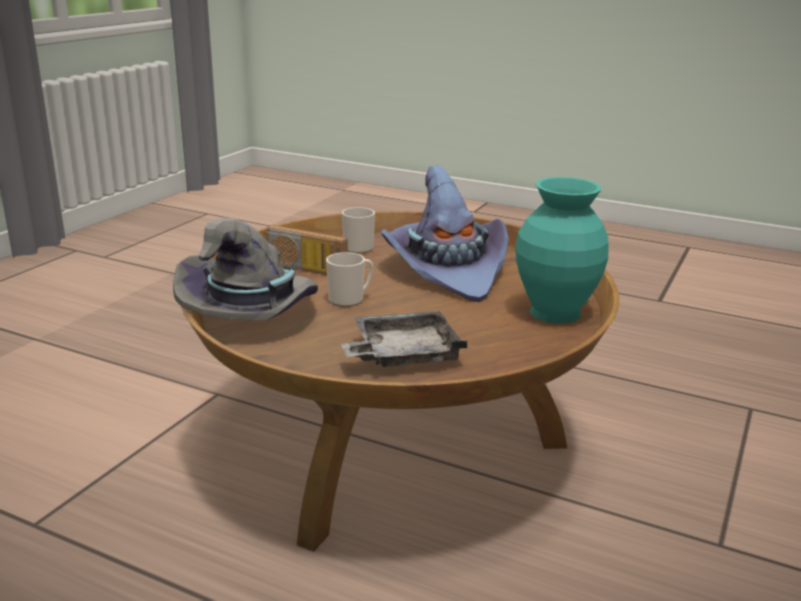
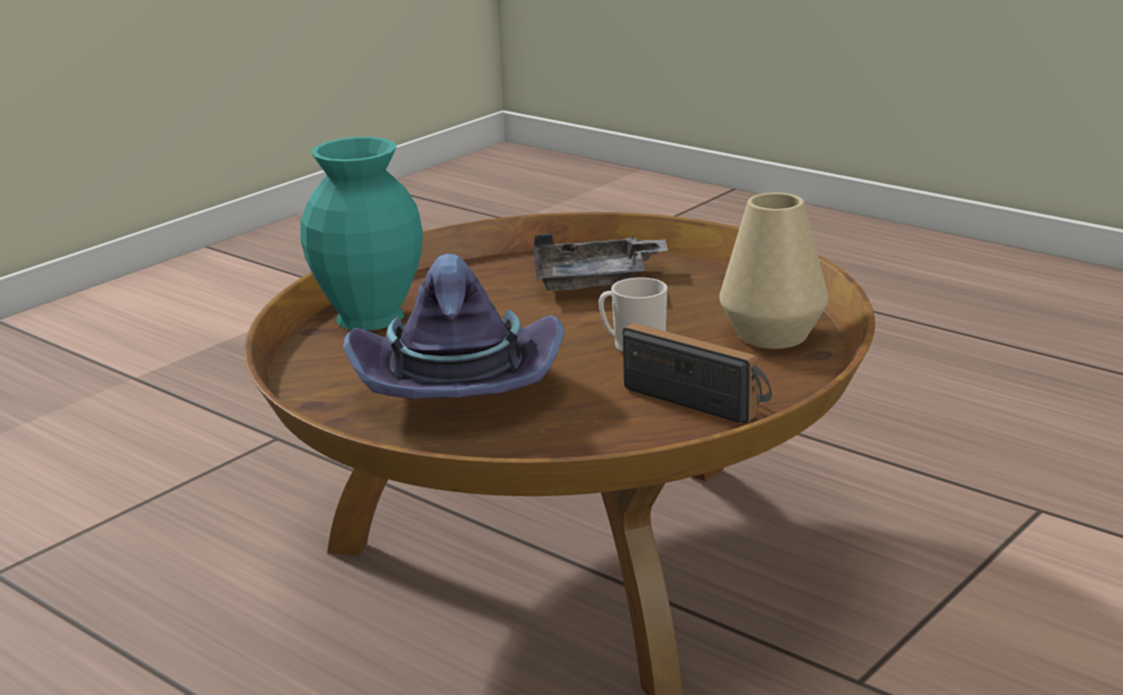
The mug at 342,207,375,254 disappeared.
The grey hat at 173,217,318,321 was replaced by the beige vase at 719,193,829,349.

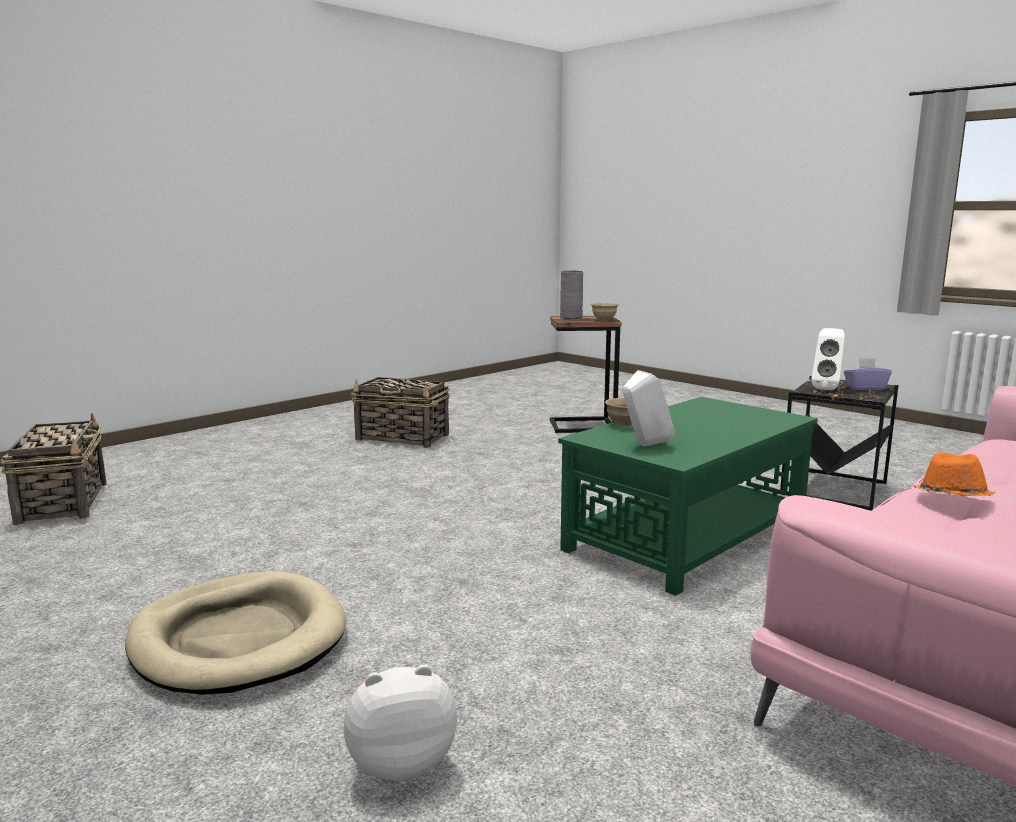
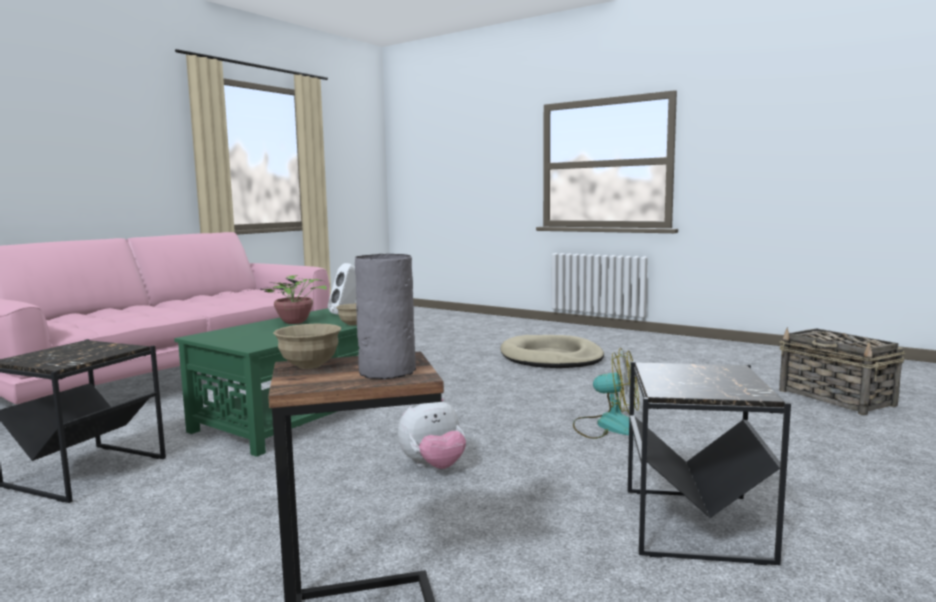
The white speaker at 811,328,845,390 disappeared.
The purple tissue box at 844,358,892,390 disappeared.
The orange hat at 913,452,995,496 disappeared.
The potted plant at 227,275,327,324 appeared.
The fan at 573,348,639,439 appeared.
The plush toy moved from 344,665,457,783 to 398,396,466,469.
The basket at 351,377,450,448 was replaced by the black side table at 628,361,791,565.

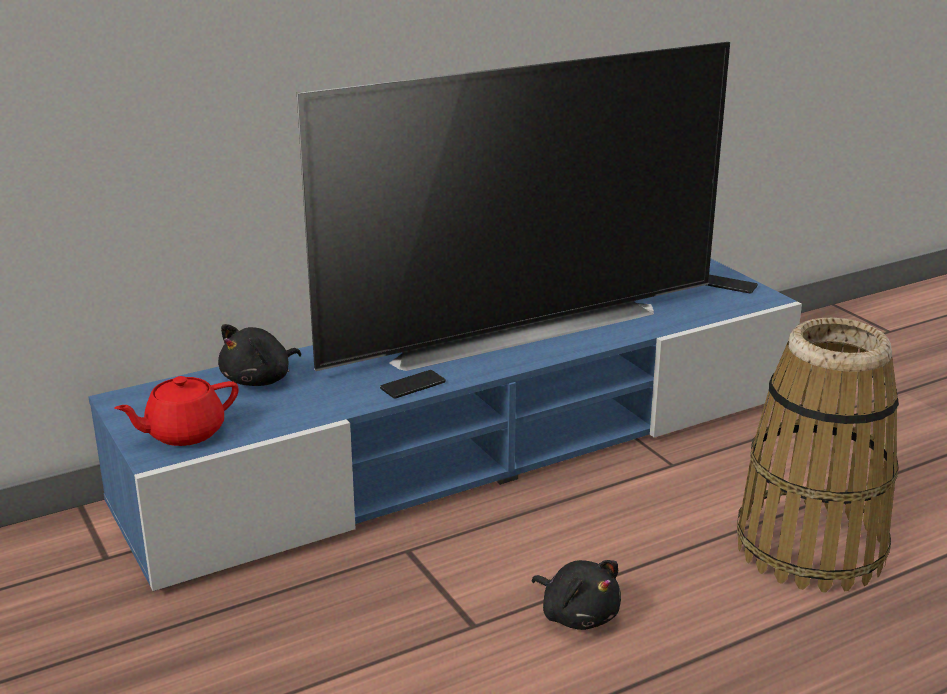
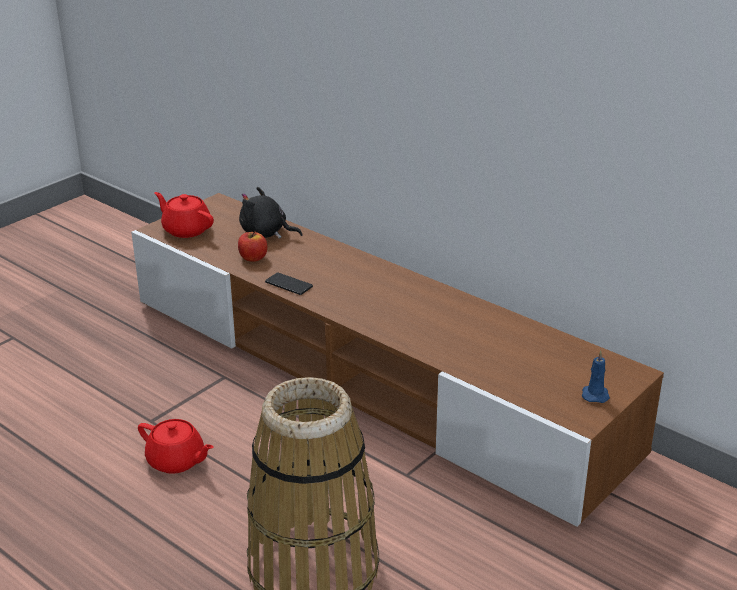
The television at 297,42,730,371 disappeared.
The apple at 238,231,267,262 appeared.
The black plush toy at 532,560,621,630 was replaced by the red teapot at 138,419,214,474.
The phone at 707,275,758,293 was replaced by the blue candle at 582,351,610,403.
The blue tv stand at 88,259,802,591 became the brown tv stand at 131,193,664,527.

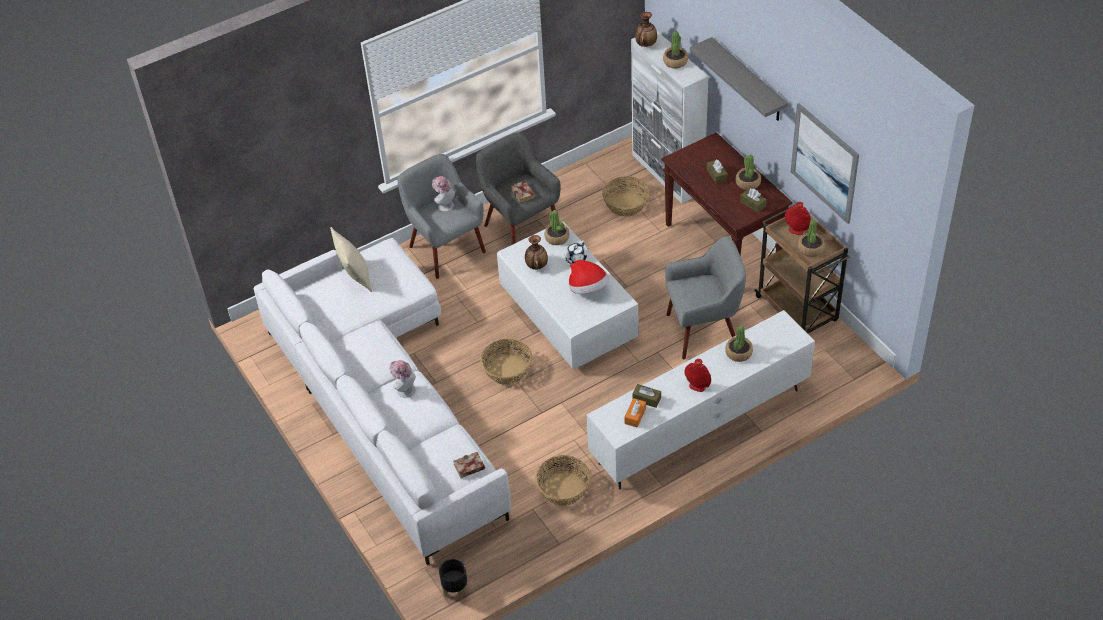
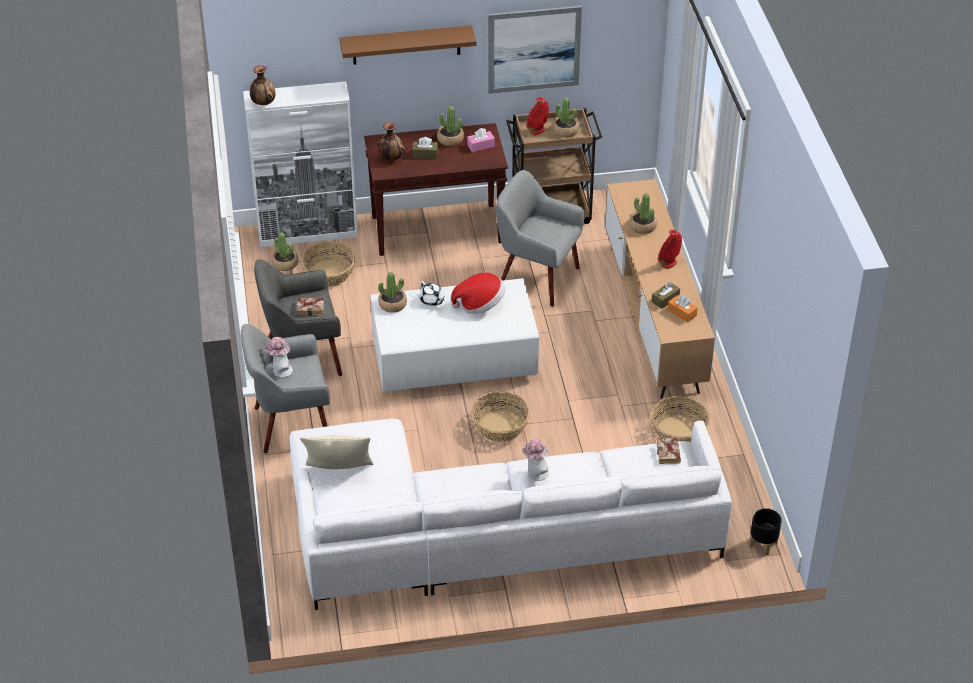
The vase moved from 525,235,548,270 to 377,122,405,160.
The potted plant moved from 663,31,688,68 to 272,232,298,271.
The white tv stand at 587,310,815,489 became the brown tv stand at 605,179,715,398.
The grey shelf at 690,37,788,121 became the brown shelf at 340,25,477,65.
The brown tissue box at 740,188,766,213 became the pink tissue box at 467,128,495,152.
The grey armchair at 665,236,746,359 turned 75 degrees counterclockwise.

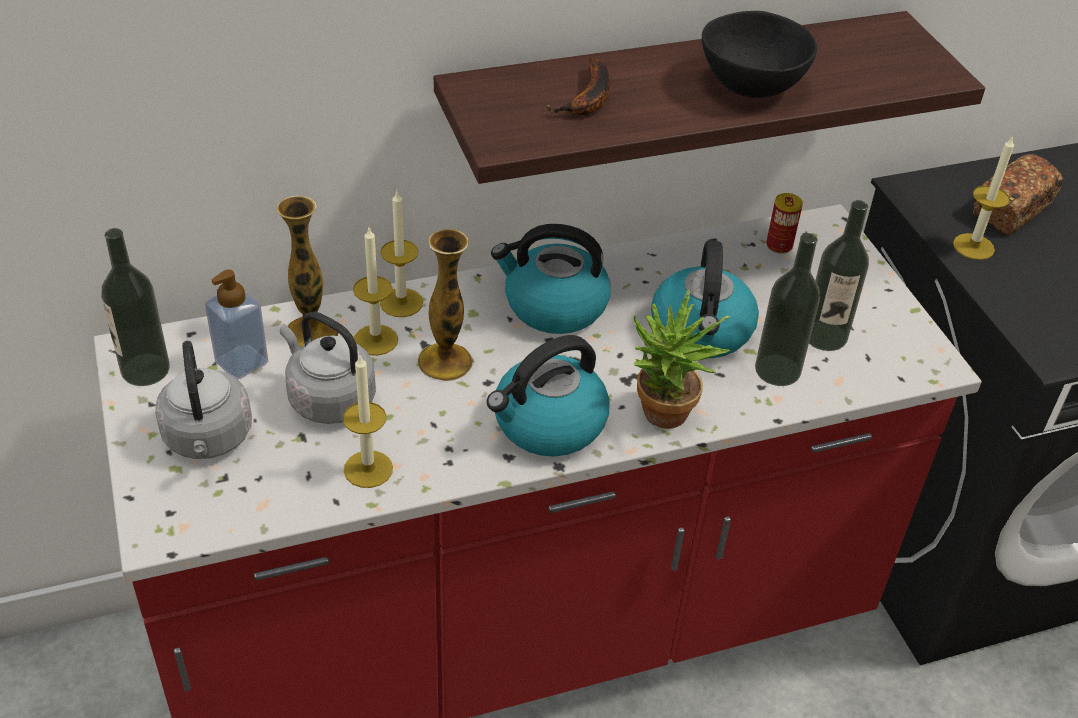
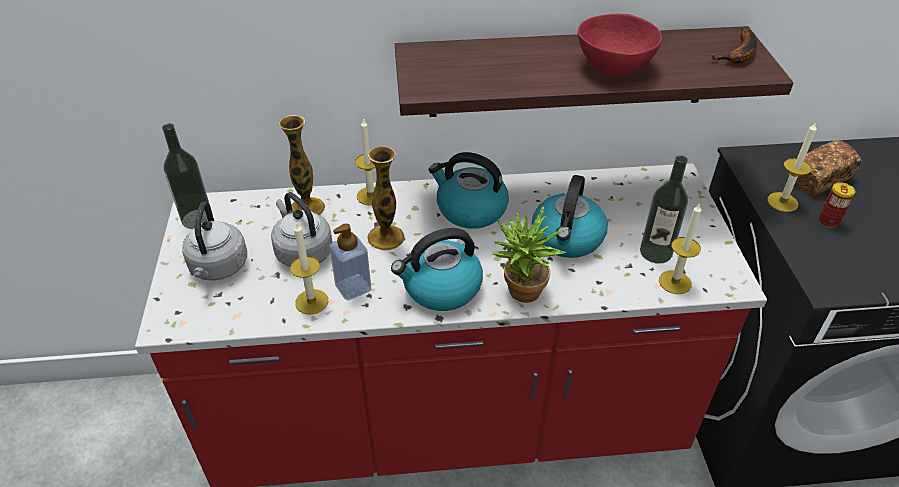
The bottle at 755,233,820,386 disappeared.
The soap dispenser moved from 205,269,268,379 to 329,223,372,301.
The candle moved from 353,228,398,356 to 659,203,701,294.
The banana moved from 546,57,611,116 to 711,27,757,64.
The can moved from 766,193,803,254 to 818,182,855,228.
The black bowl at 702,11,817,98 became the red bowl at 578,14,662,75.

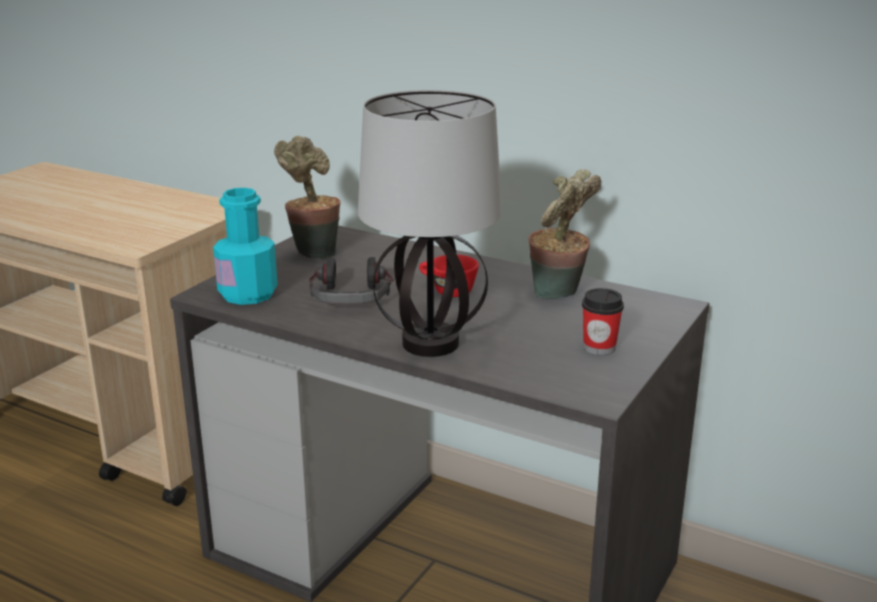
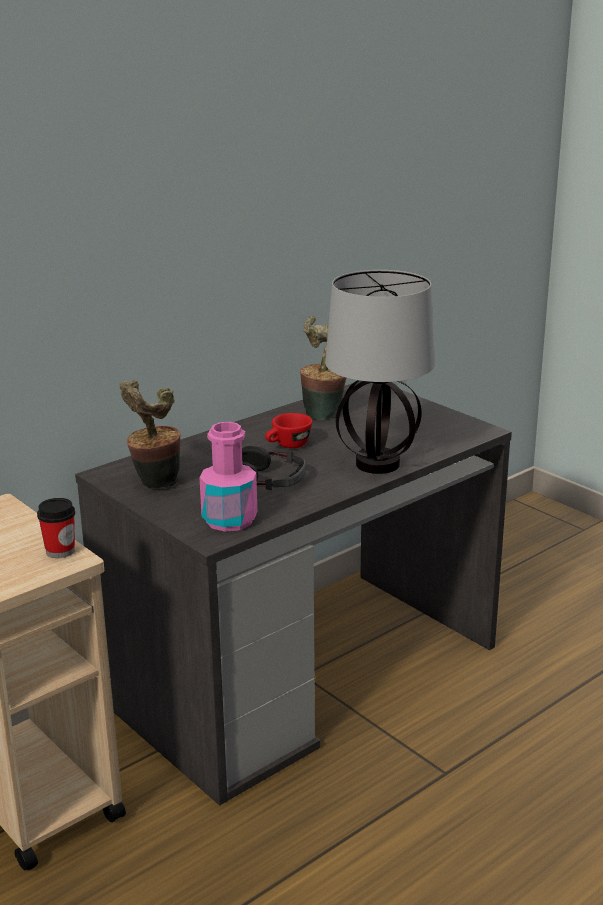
The cup moved from 582,288,624,355 to 37,498,75,558.
The turquoise bottle at 213,188,278,305 became the pink bottle at 199,422,257,532.

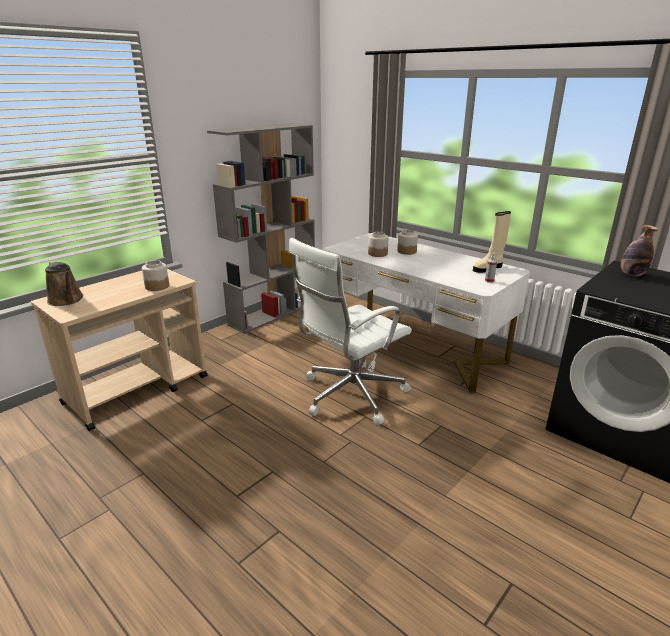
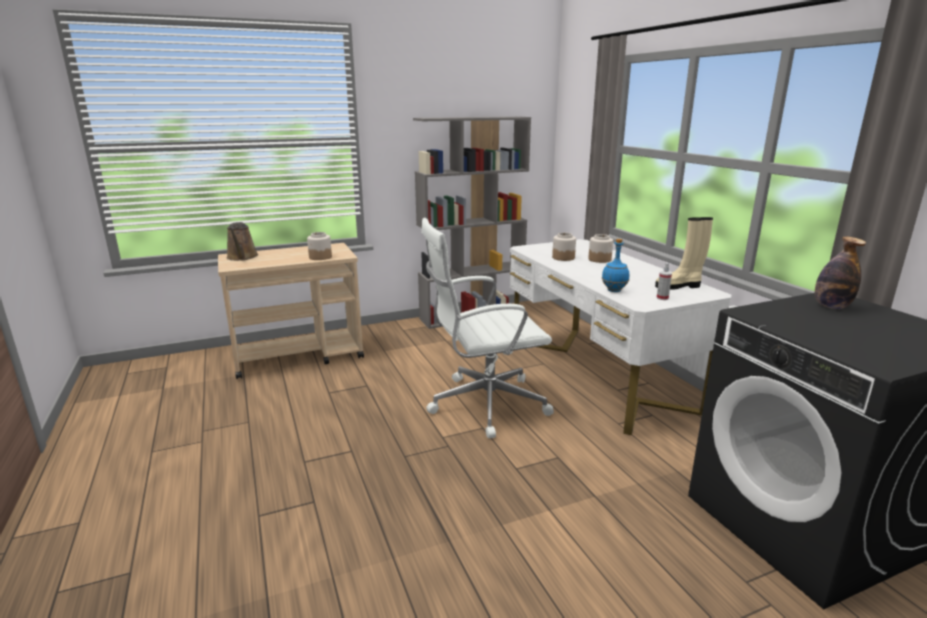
The blue bottle at 602,239,629,292 appeared.

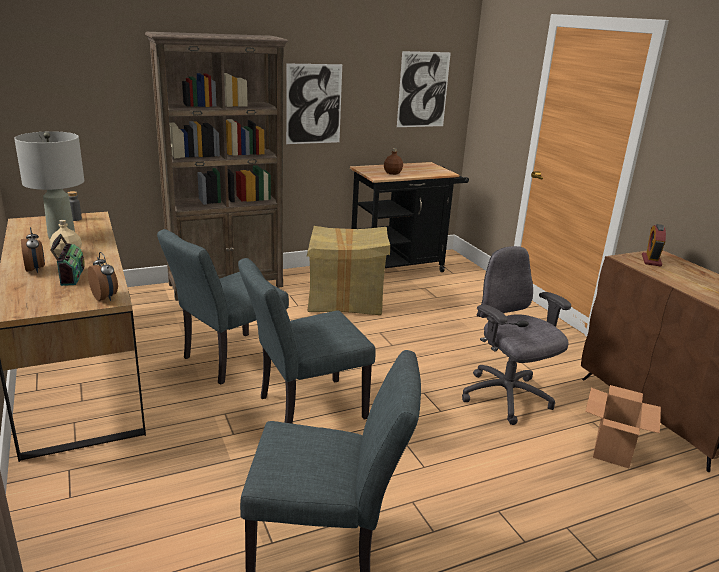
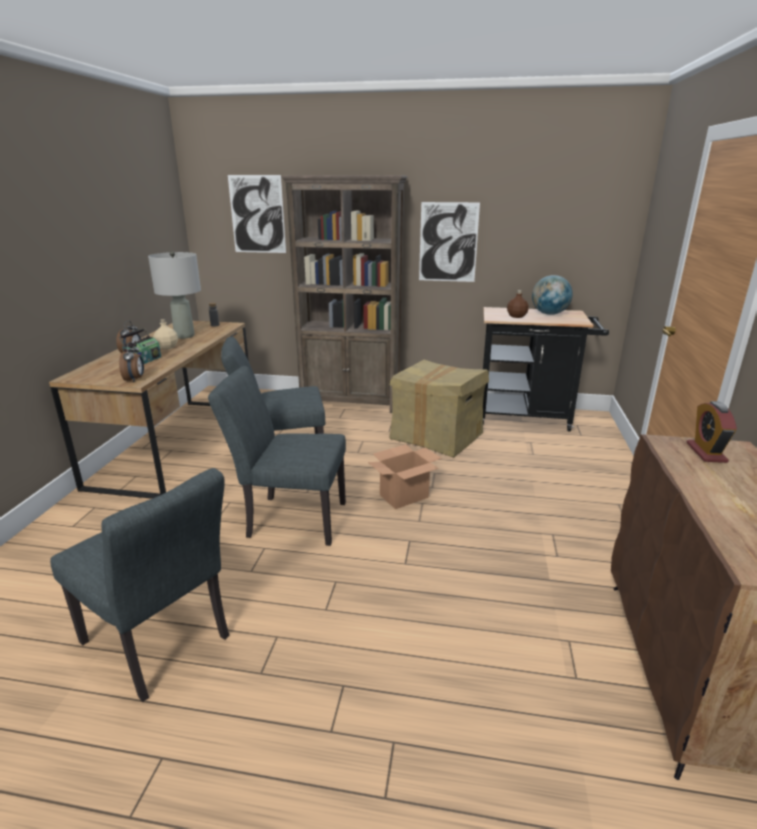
The grey office chair at 462,246,571,425 disappeared.
The globe at 532,275,573,315 appeared.
The picture moved from 397,51,451,127 to 228,175,286,253.
The cardboard box moved from 585,385,661,468 to 368,444,442,509.
The alarm clock at 642,224,666,266 turned 45 degrees counterclockwise.

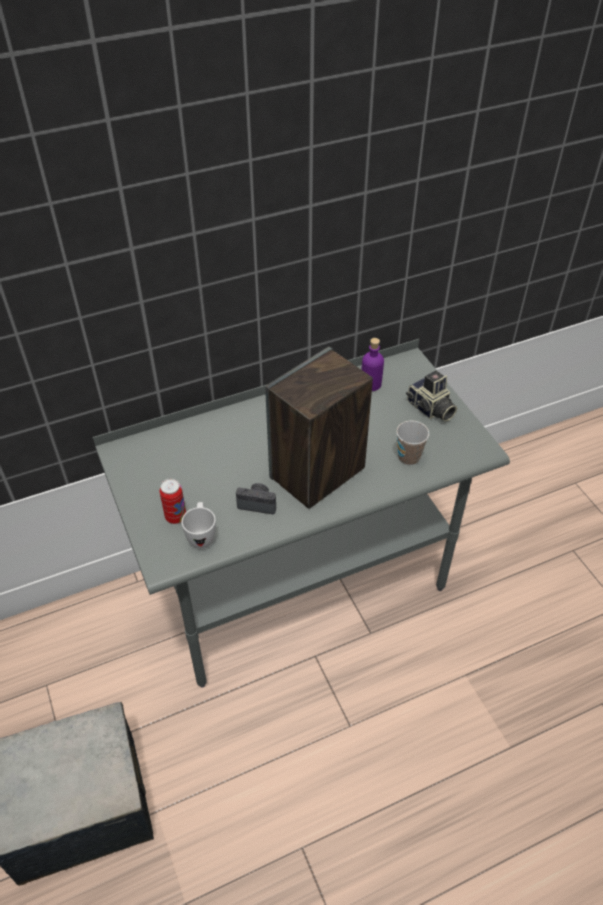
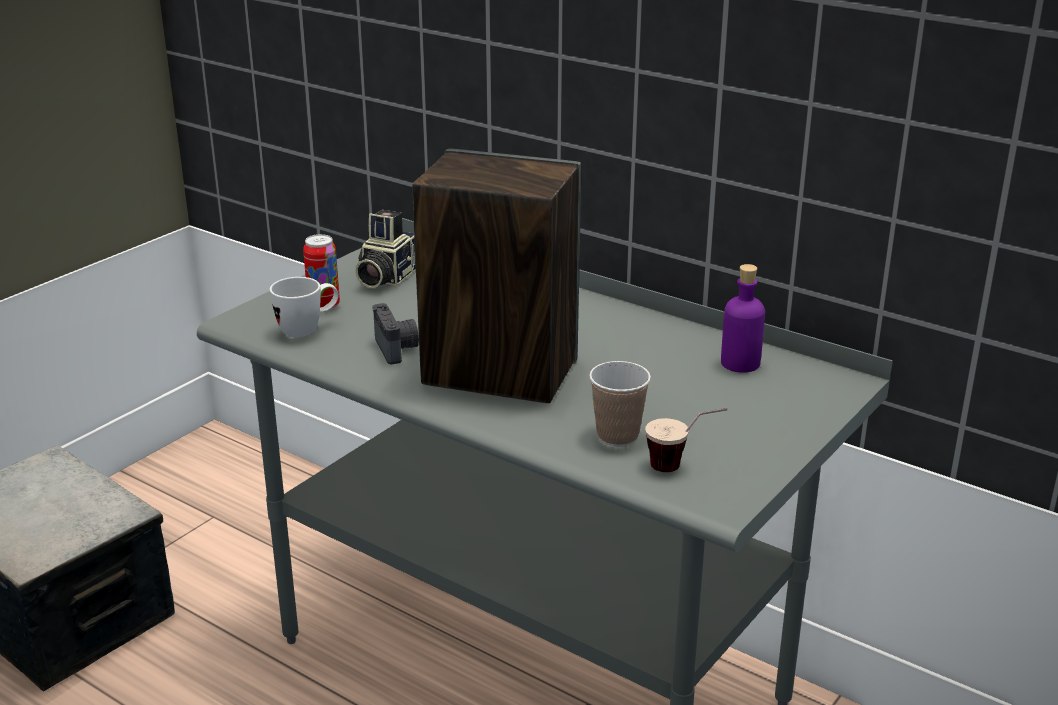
The cup at 645,408,727,472 appeared.
The photo camera moved from 406,370,457,422 to 355,210,416,288.

